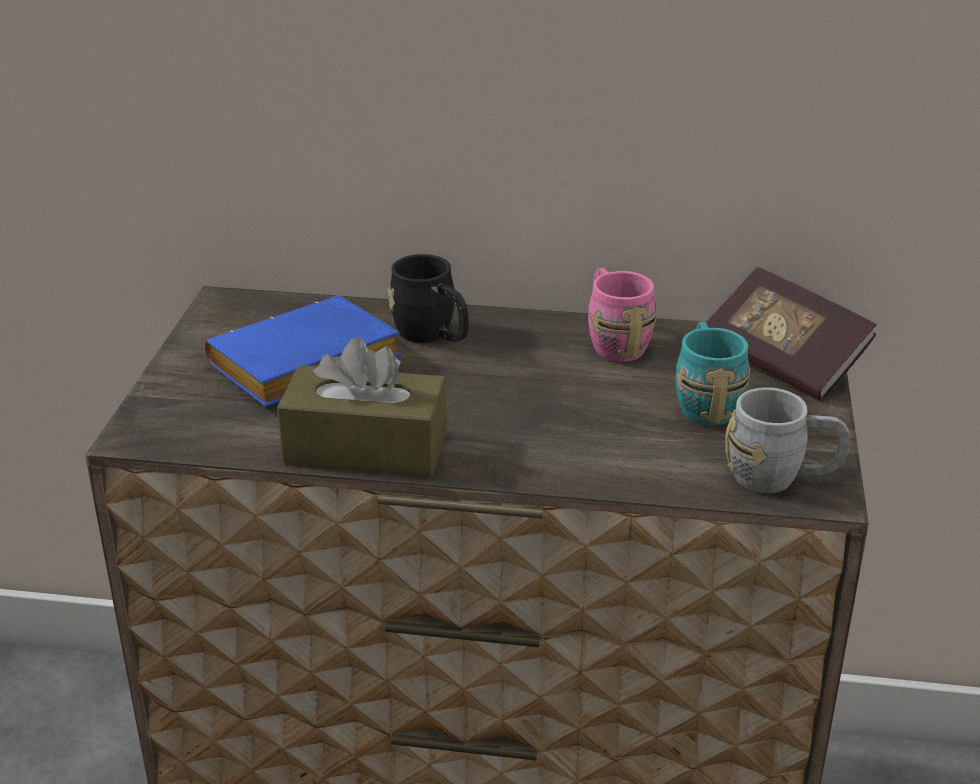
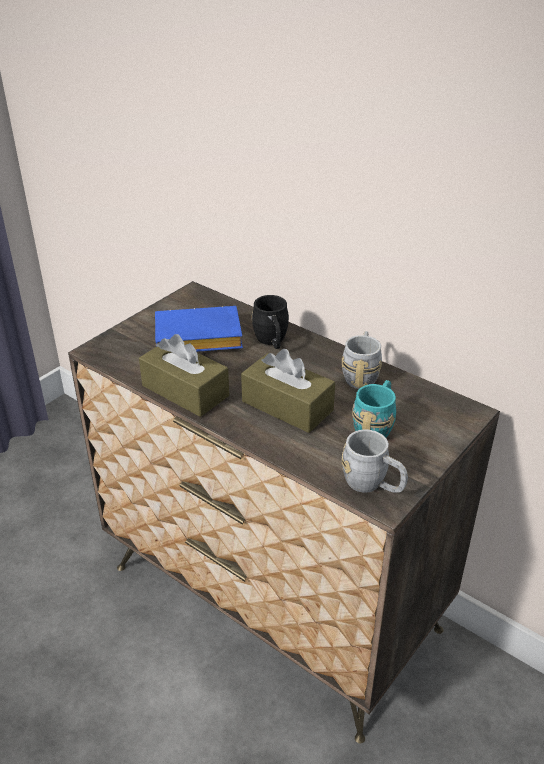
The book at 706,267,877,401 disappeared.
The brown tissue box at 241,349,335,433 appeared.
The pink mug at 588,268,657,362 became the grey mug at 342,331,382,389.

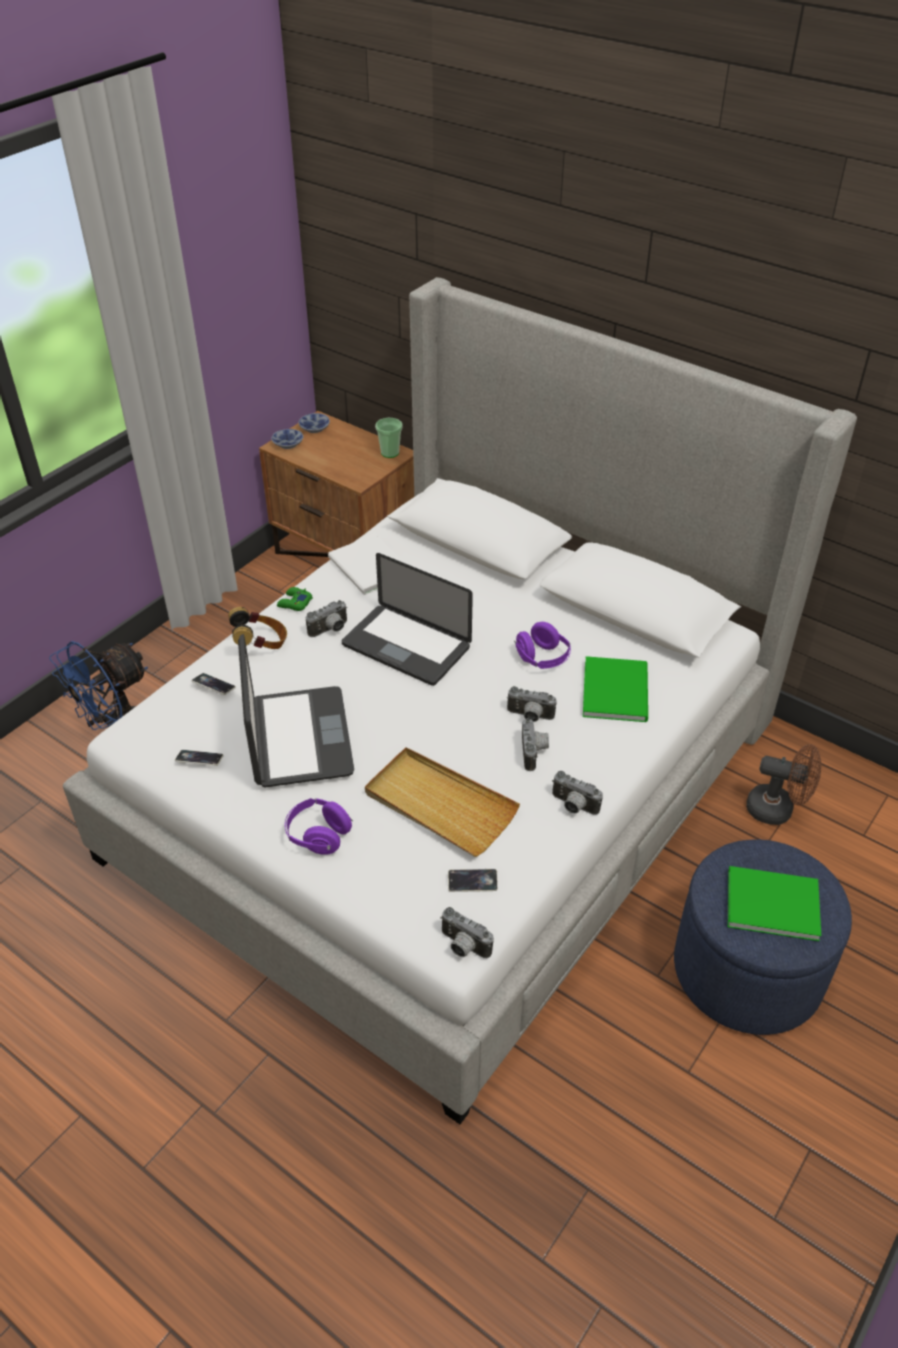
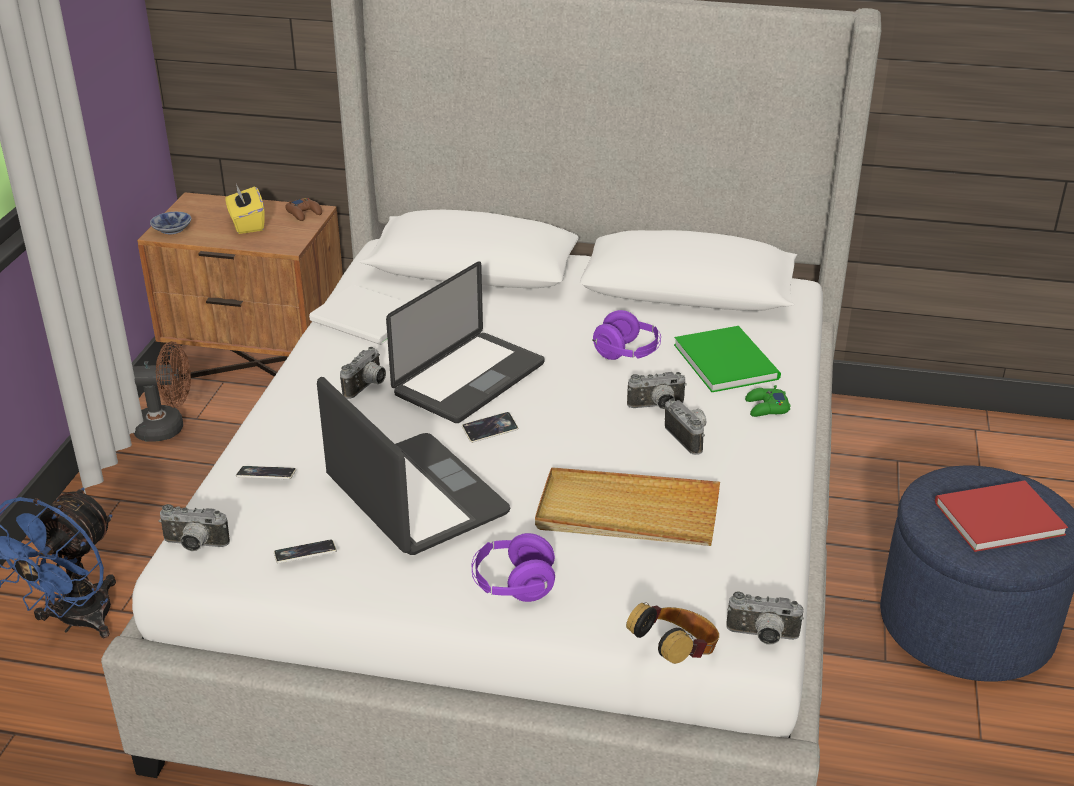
The bowl at 299,413,330,433 disappeared.
The yellow tissue box at 225,184,265,234 appeared.
The headphones moved from 228,607,287,649 to 626,602,719,664.
The green game controller moved from 277,587,313,611 to 745,385,791,417.
The phone moved from 448,869,498,892 to 462,412,518,443.
The photo camera moved from 552,771,603,815 to 158,504,230,551.
The brown fan moved from 746,744,821,825 to 132,342,191,442.
The cup at 375,418,403,458 was replaced by the brown game controller at 285,198,322,221.
The green book at 728,866,821,941 became the red book at 935,481,1068,552.
The laptop at 342,553,473,686 turned 60 degrees counterclockwise.

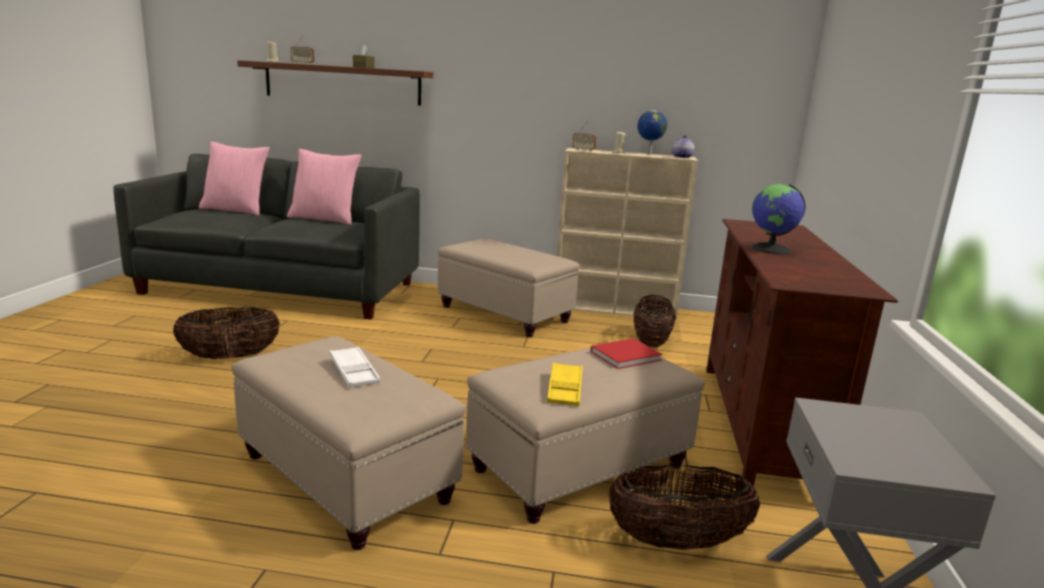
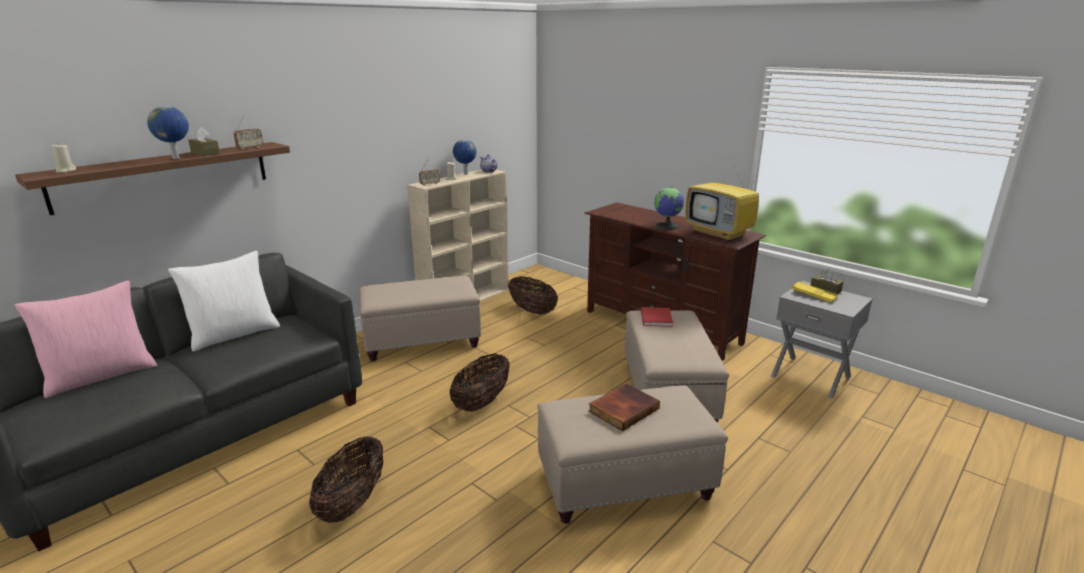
The globe at 147,106,189,159 appeared.
The television at 685,159,759,241 appeared.
The brown tissue box at 810,269,844,294 appeared.
The radio moved from 290,35,314,64 to 234,116,263,149.
The yellow tray moved from 547,362,583,406 to 792,281,838,303.
The basket moved from 608,465,760,550 to 449,354,510,412.
The white tray at 329,347,380,388 was replaced by the book at 589,383,660,431.
The pink pillow at 287,149,362,225 became the white pillow at 168,251,280,352.

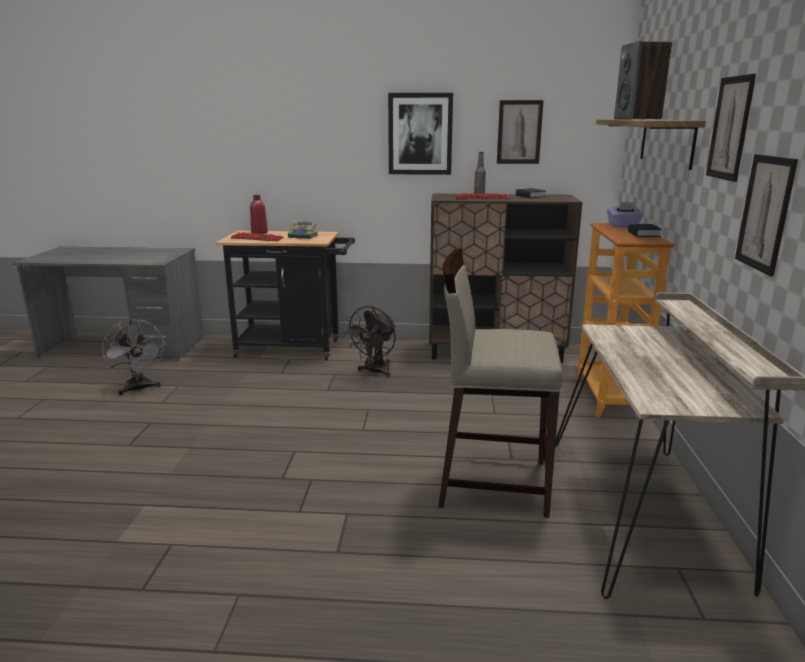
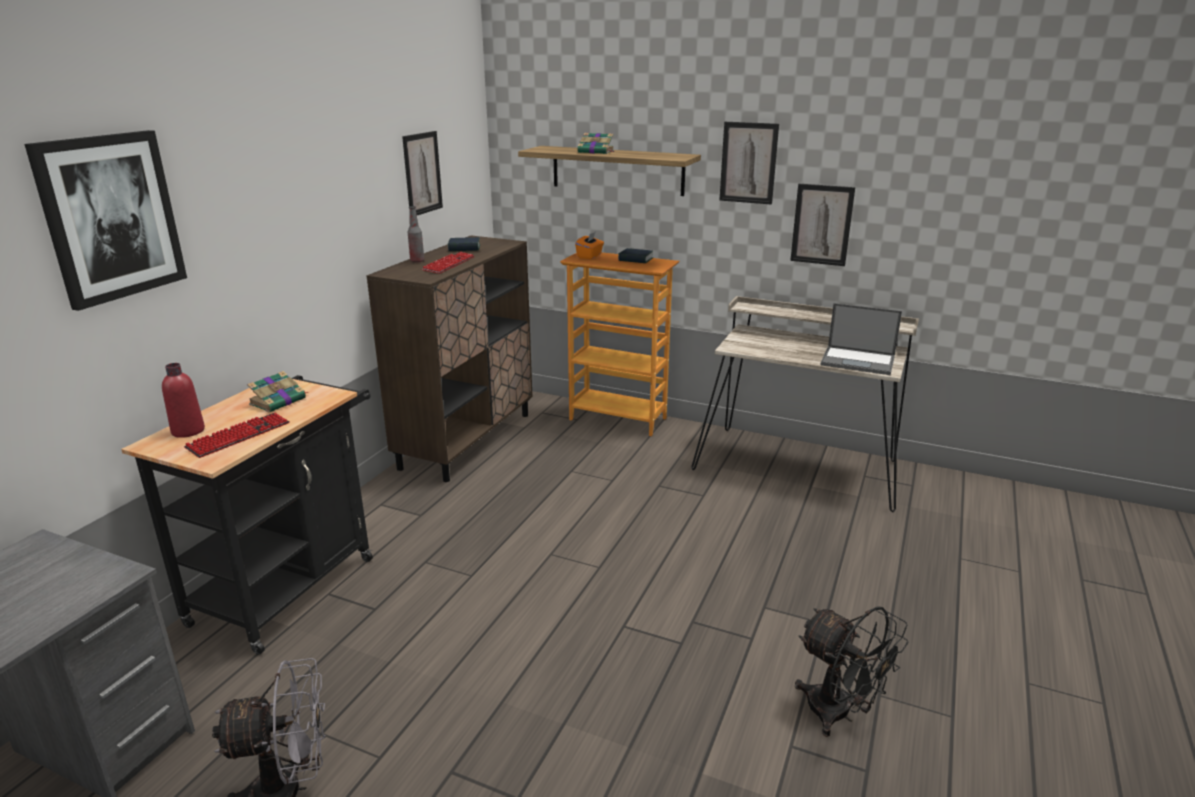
The beige stool at 438,248,563,518 disappeared.
The laptop at 820,303,902,375 appeared.
The black fan moved from 343,306,396,377 to 795,606,908,737.
The picture moved from 388,93,453,175 to 24,130,187,311.
The speaker at 614,41,672,120 was replaced by the book at 578,133,615,154.
The purple tissue box at 607,202,643,227 became the orange tissue box at 575,232,604,259.

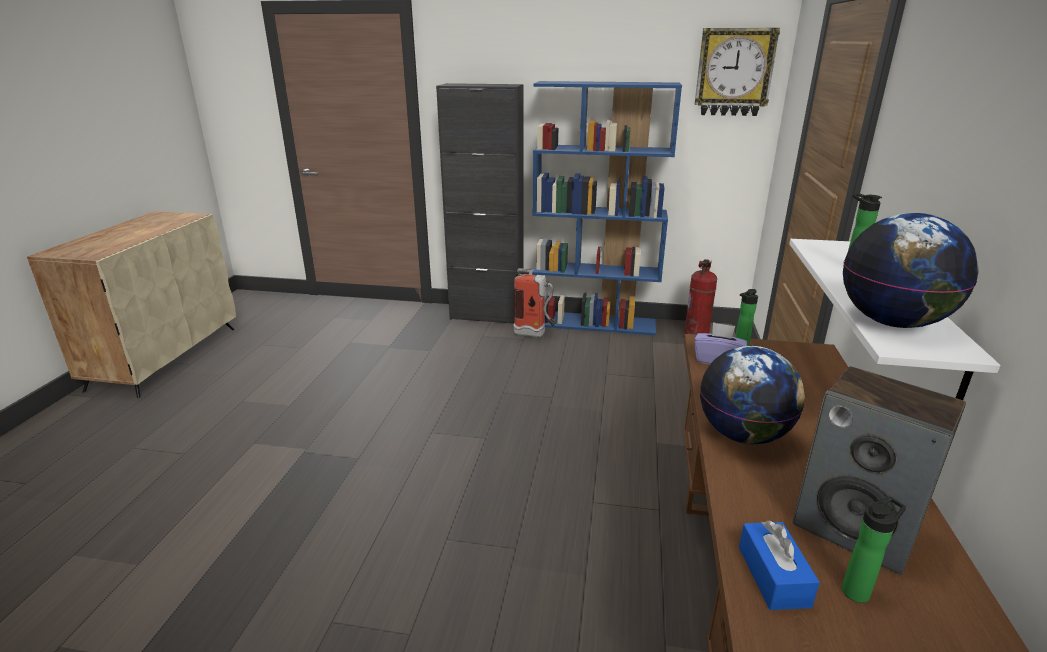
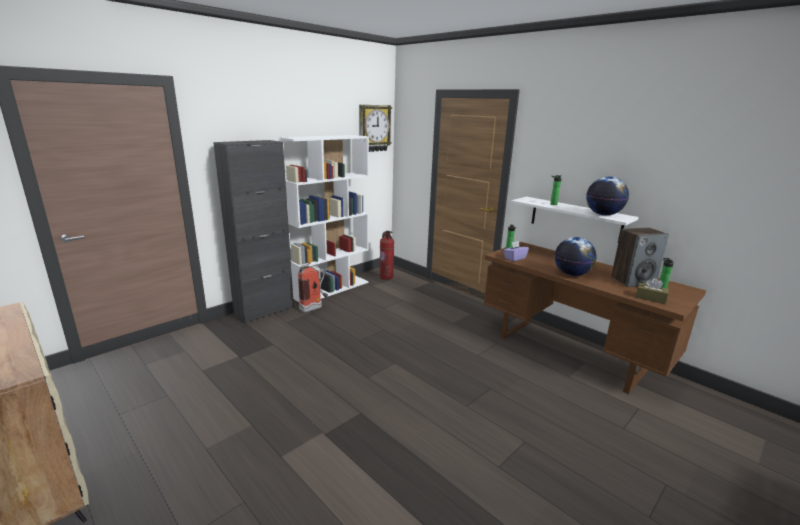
The blue bookcase at 532,81,682,335 became the white bookcase at 280,135,369,303.
The blue tissue box at 739,520,820,610 became the brown tissue box at 635,278,669,304.

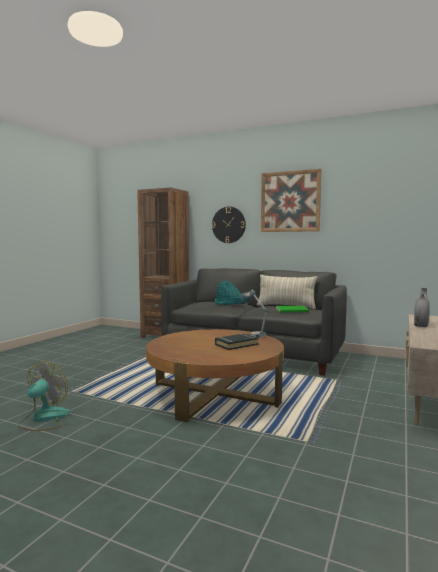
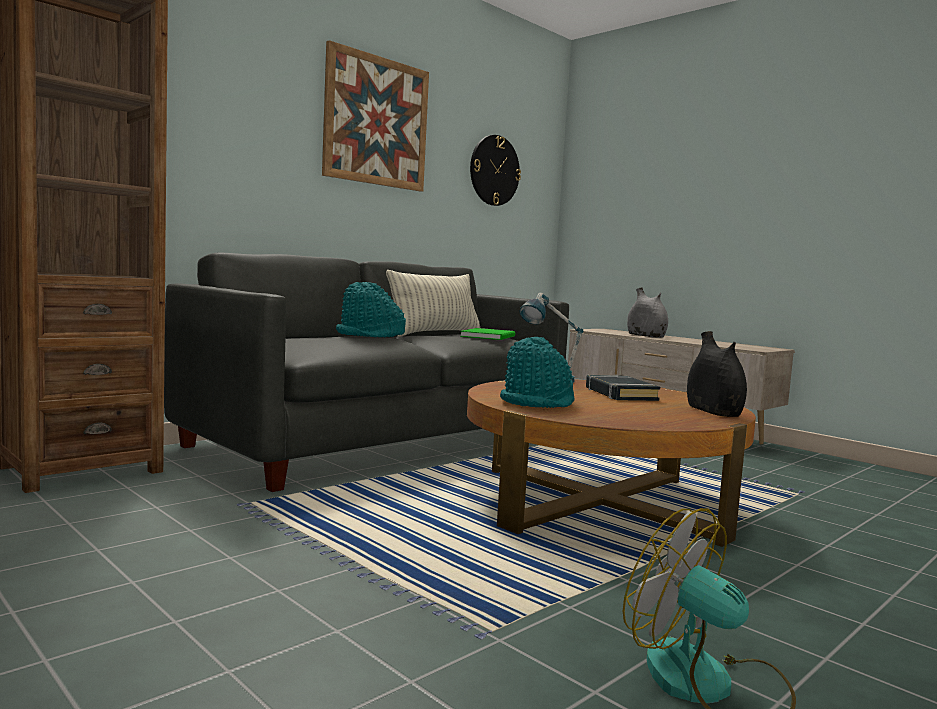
The turquoise hat at 500,337,574,408 appeared.
The black vase at 687,331,747,417 appeared.
The wall clock moved from 212,207,246,243 to 470,135,521,206.

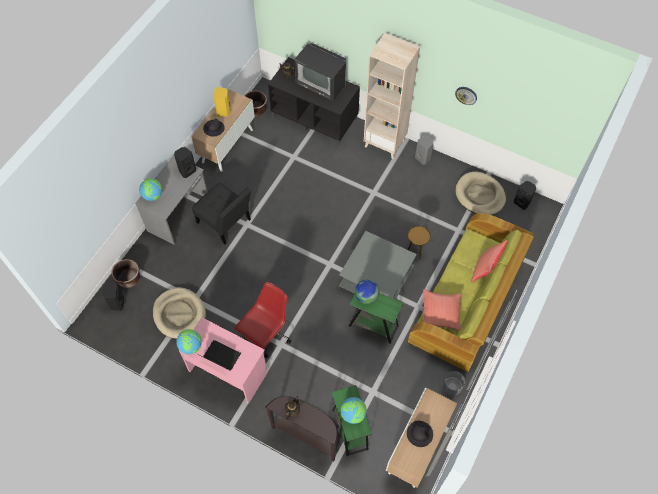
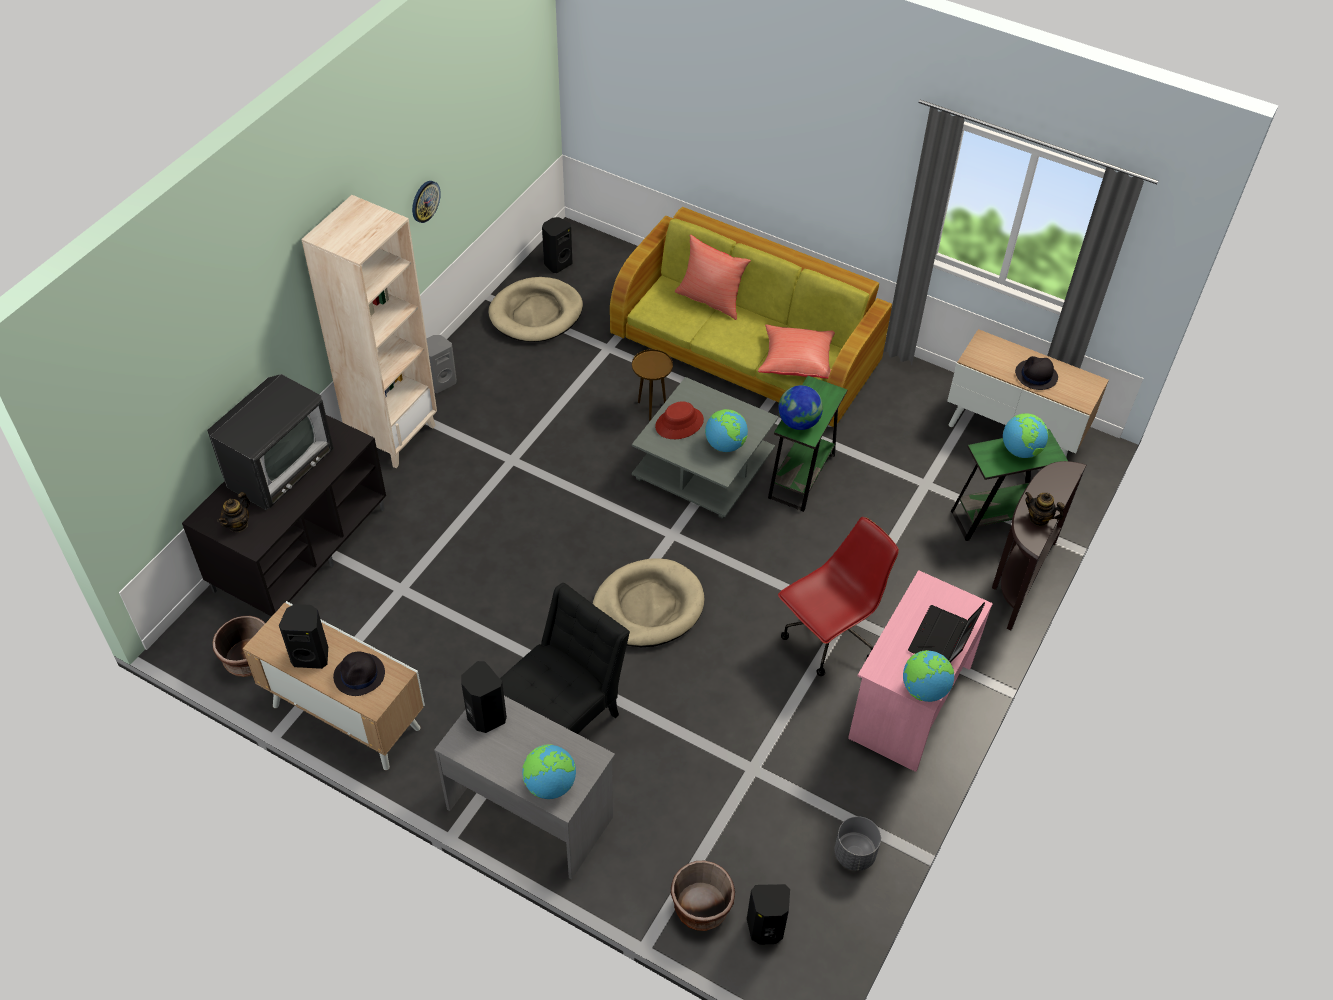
The red hat at 655,401,704,439 appeared.
The globe at 705,409,748,452 appeared.
The beige dog bed moved from 153,287,206,339 to 593,558,705,647.
The grey planter moved from 443,371,465,396 to 834,816,881,871.
The yellow speaker at 214,87,231,117 became the black speaker at 279,604,328,669.
The red office chair at 234,282,291,358 turned 105 degrees clockwise.

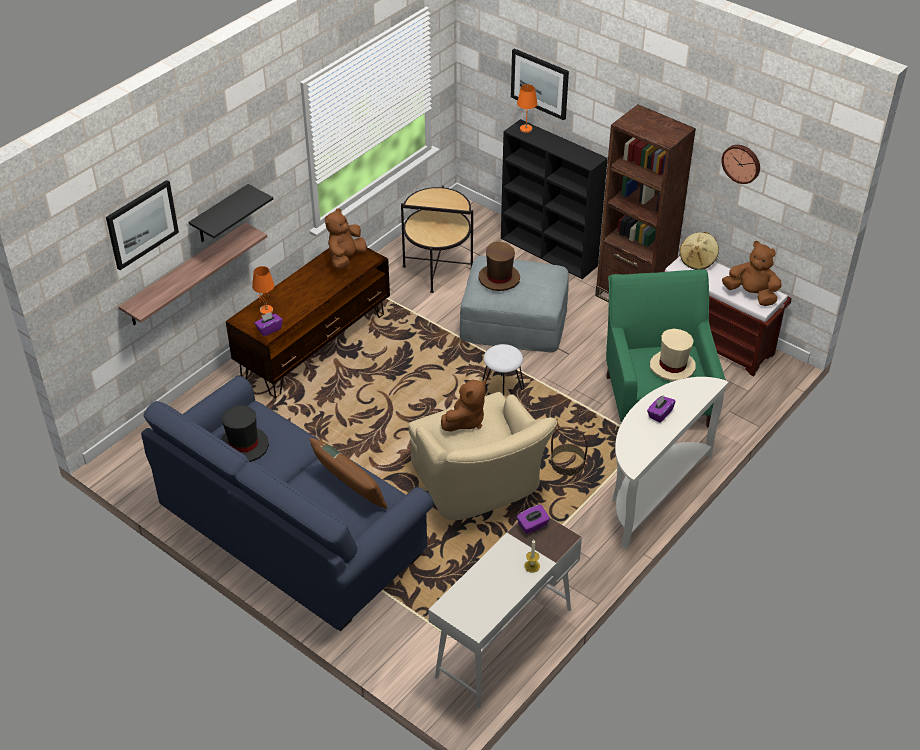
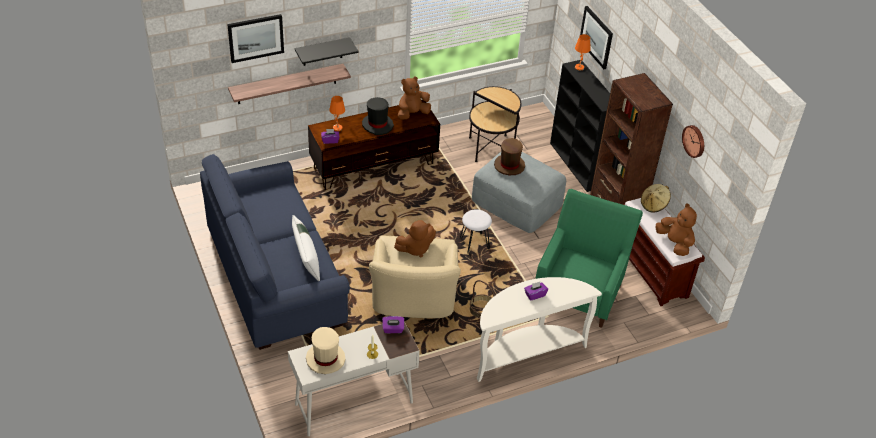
The black hat moved from 221,405,269,462 to 362,97,394,135.
The beige hat moved from 650,329,696,381 to 306,327,345,374.
The brown pillow at 310,438,388,509 became the white pillow at 292,215,320,281.

